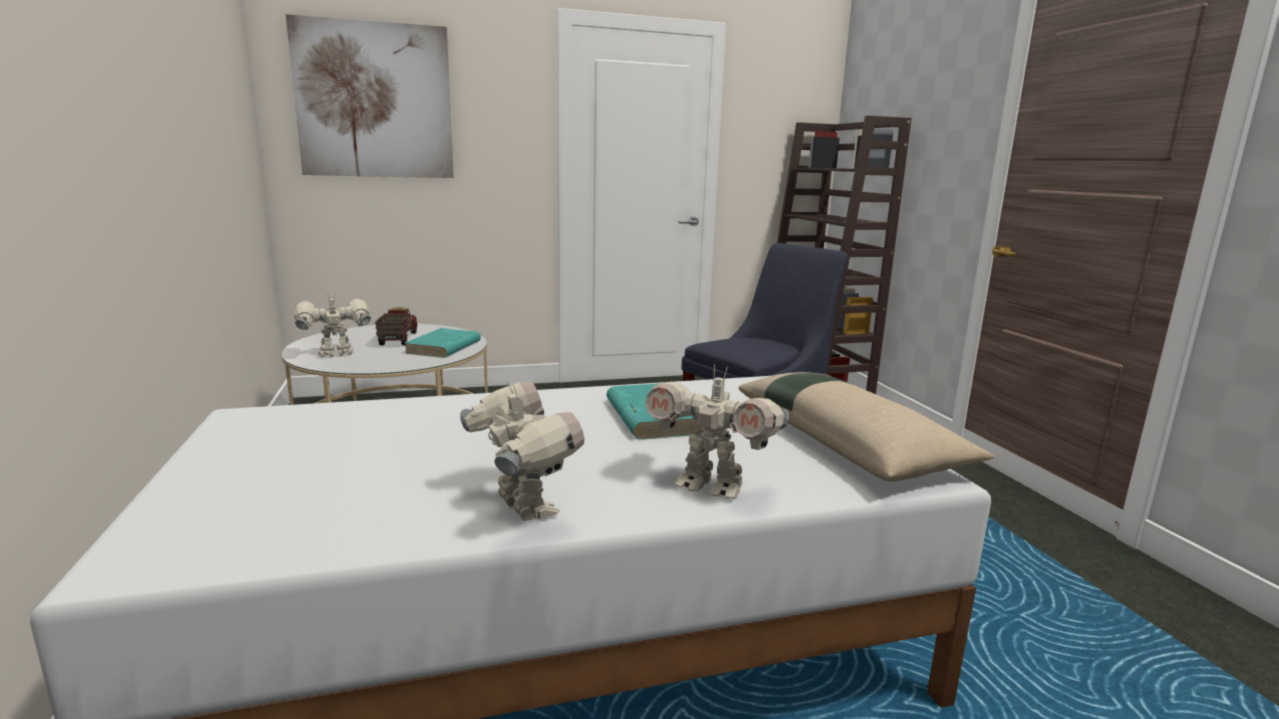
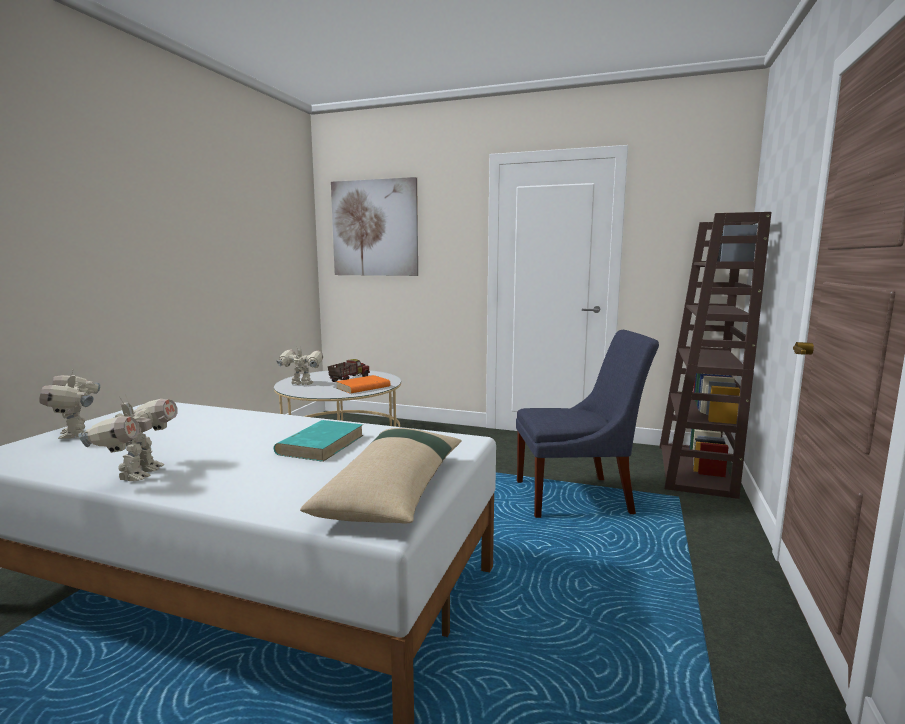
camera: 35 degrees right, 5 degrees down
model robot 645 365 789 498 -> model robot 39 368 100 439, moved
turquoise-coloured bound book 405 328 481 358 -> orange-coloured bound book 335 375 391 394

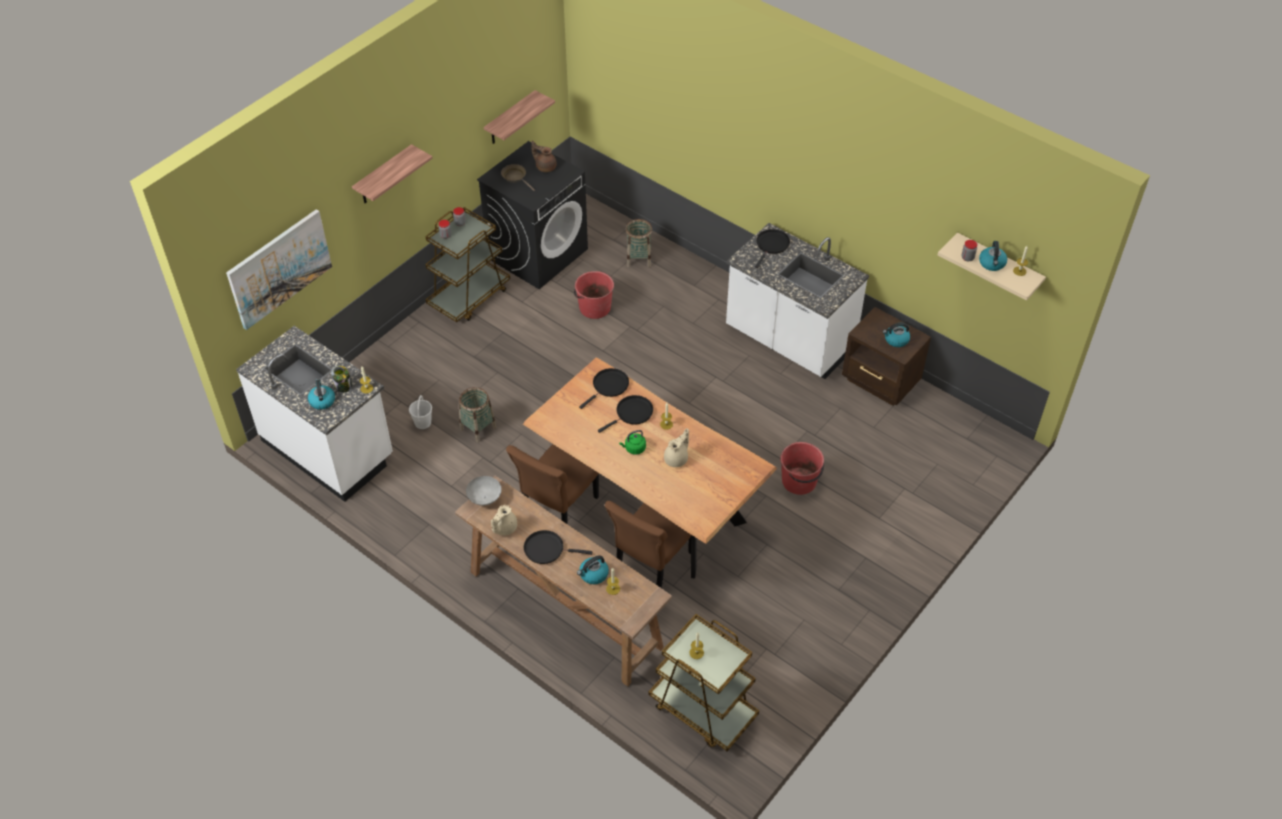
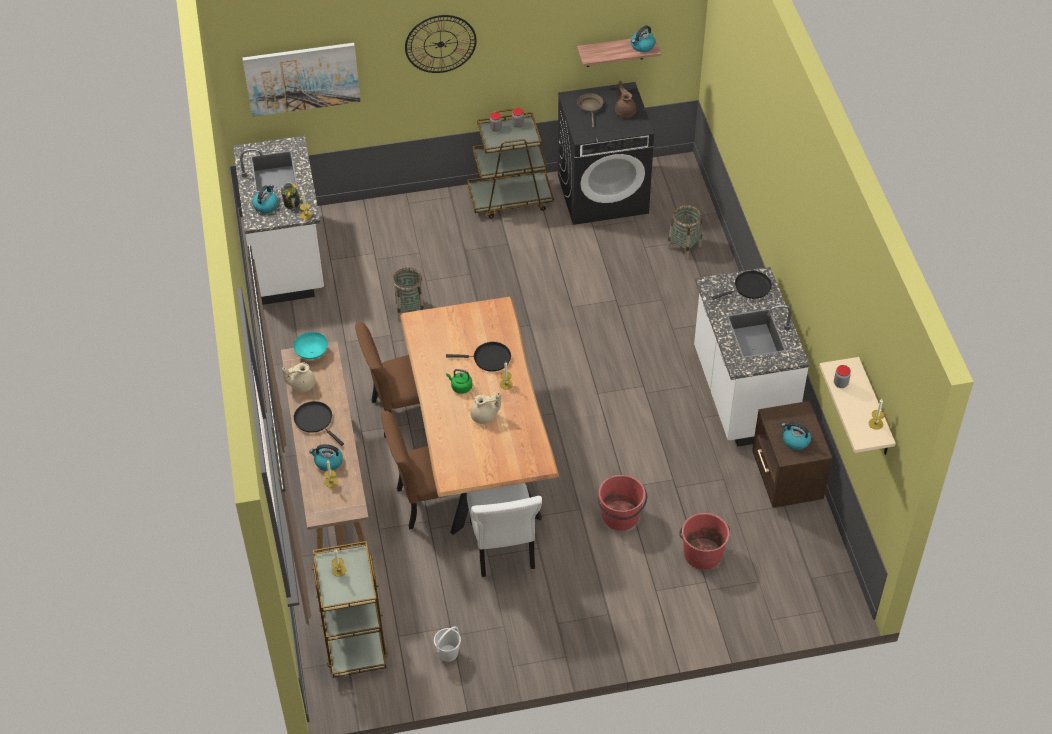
camera: 40 degrees right, 0 degrees up
black-coloured skillet 579 368 629 409 -> none
none -> whitish upright chair 467 483 542 577
whitish water bucket 409 395 432 429 -> whitish water bucket 434 627 461 662, moved
red-coloured water bucket 574 271 614 319 -> red-coloured water bucket 679 513 730 570, moved
water kettle 979 241 1007 271 -> water kettle 631 25 655 52, moved
bracket shelf 352 144 432 203 -> hanging clock 405 15 477 73
greyish deep dish 466 476 502 506 -> turquoise-coloured deep dish 294 332 328 360

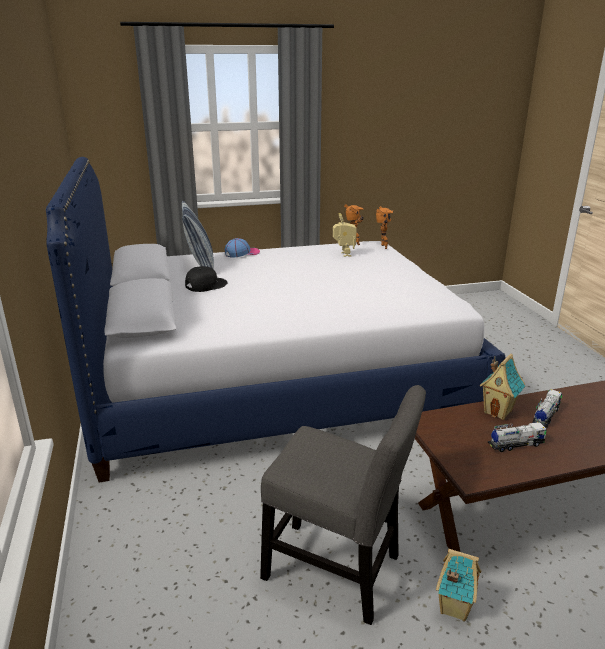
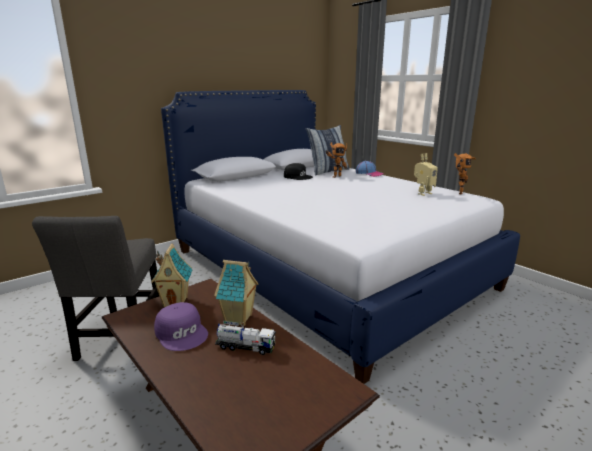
camera: 65 degrees right, 5 degrees down
model robot 376 206 393 249 -> model robot 326 142 347 178, moved
model house 436 549 481 622 -> model house 151 244 193 307, moved
toy lorry 488 422 546 452 -> purplish cap 154 302 208 351

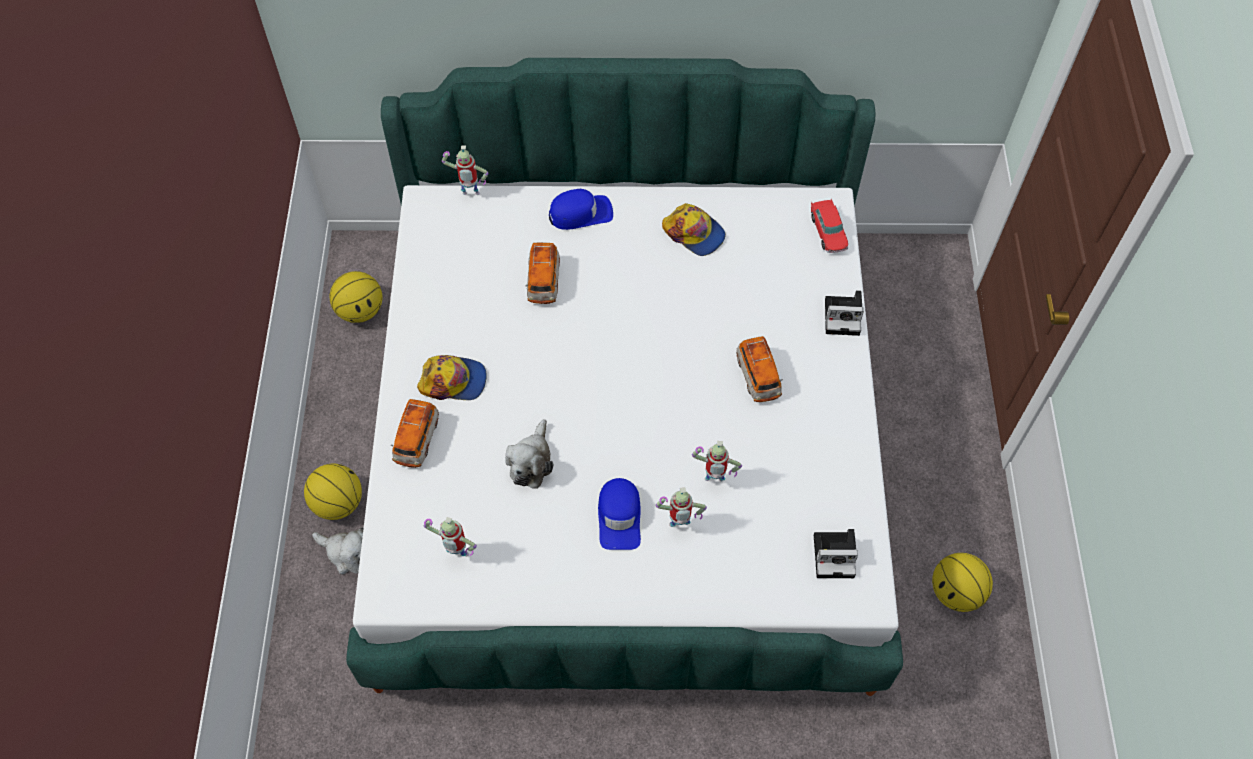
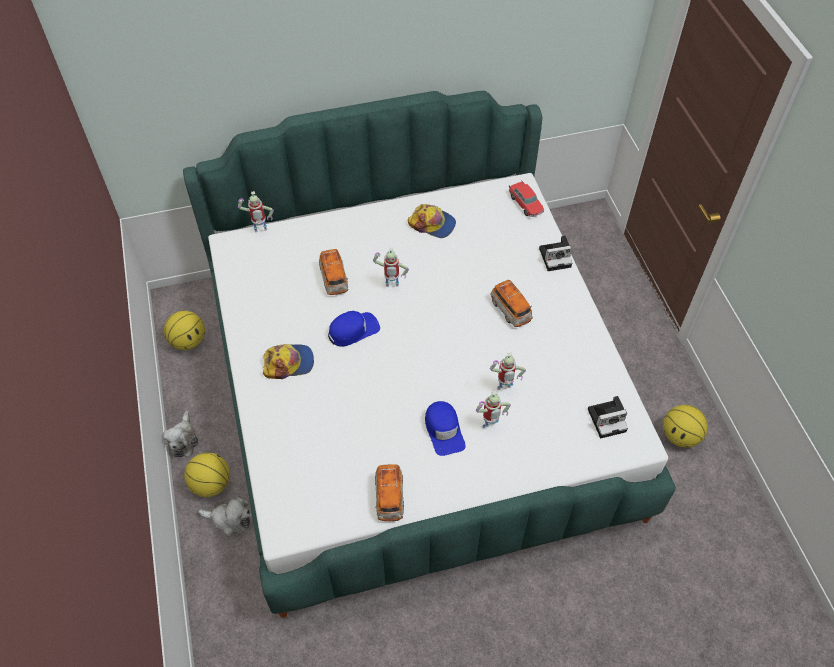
camera: 15 degrees left, 5 degrees down
miniature car 391 399 439 468 -> miniature car 375 464 404 521, moved
model robot 424 517 477 557 -> model robot 373 248 409 287, moved
cuddly toy 505 419 554 489 -> cuddly toy 163 410 199 457, moved
blue cap 549 189 613 230 -> blue cap 328 311 380 346, moved

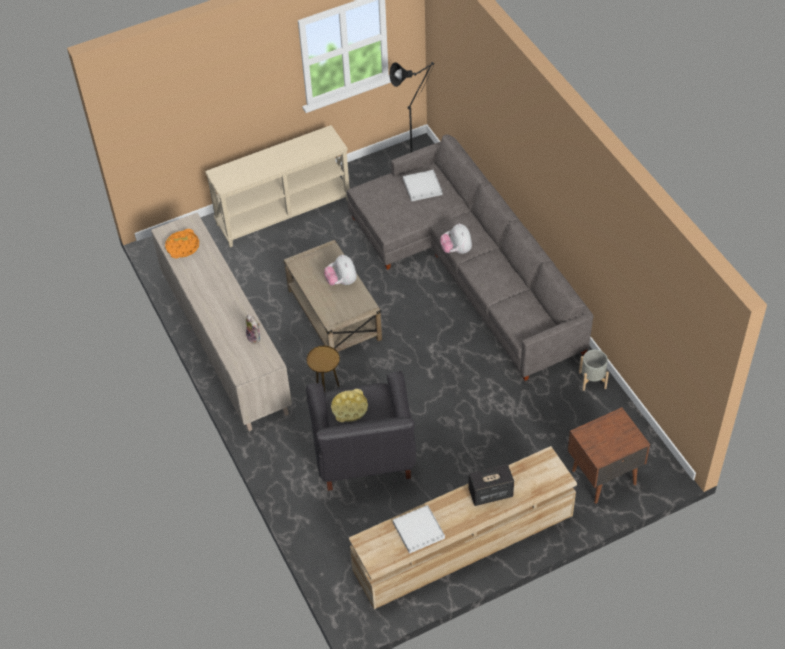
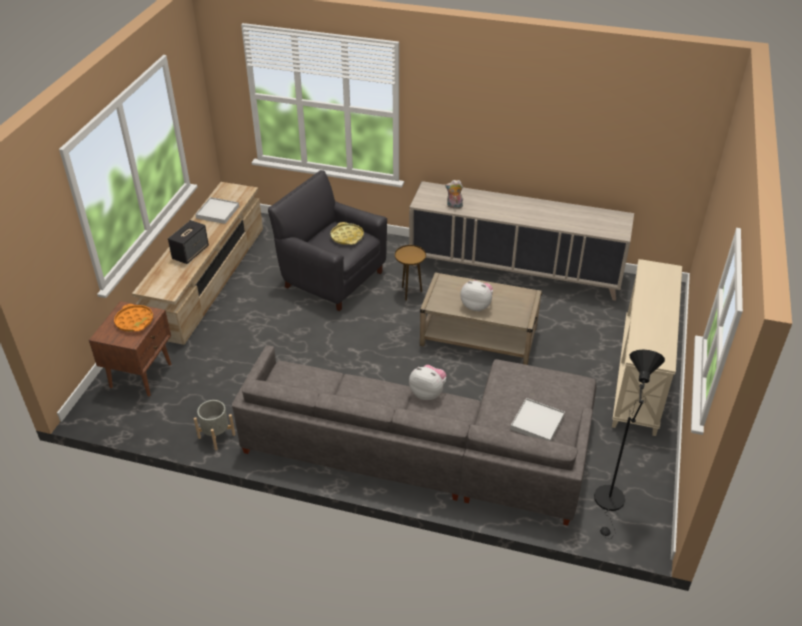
camera: 130 degrees right, 10 degrees down
orange-coloured carrying tray 165 229 199 258 -> orange-coloured carrying tray 114 304 153 332, moved

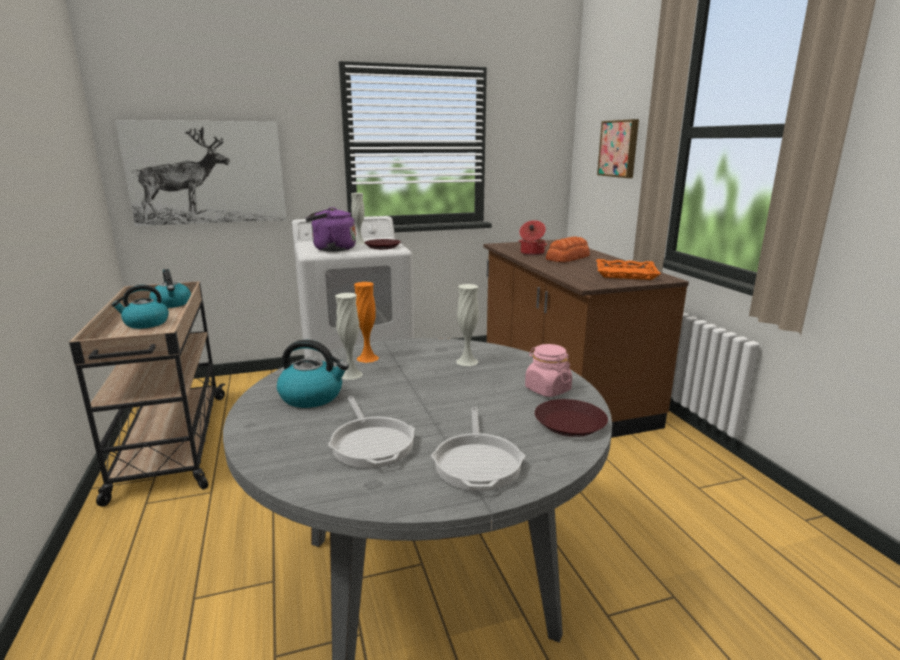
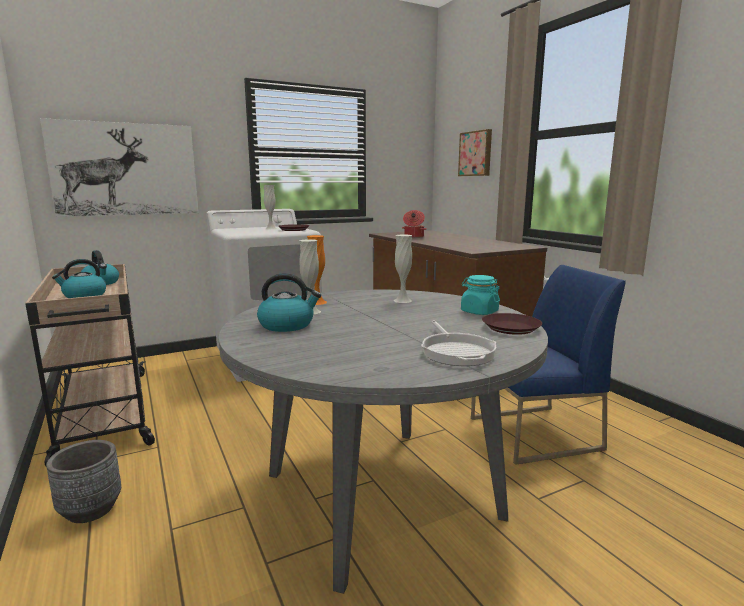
camera: 10 degrees left, 5 degrees down
purplish water kettle 305 207 356 252 -> none
skillet 328 396 415 469 -> none
bread 546 236 590 262 -> none
orange-coloured carrying tray 596 259 661 280 -> none
none -> greyish flower pot 46 440 121 523
none -> blue upright chair 471 265 626 465
pinkish storage jar 525 344 572 397 -> turquoise-coloured storage jar 461 275 500 315

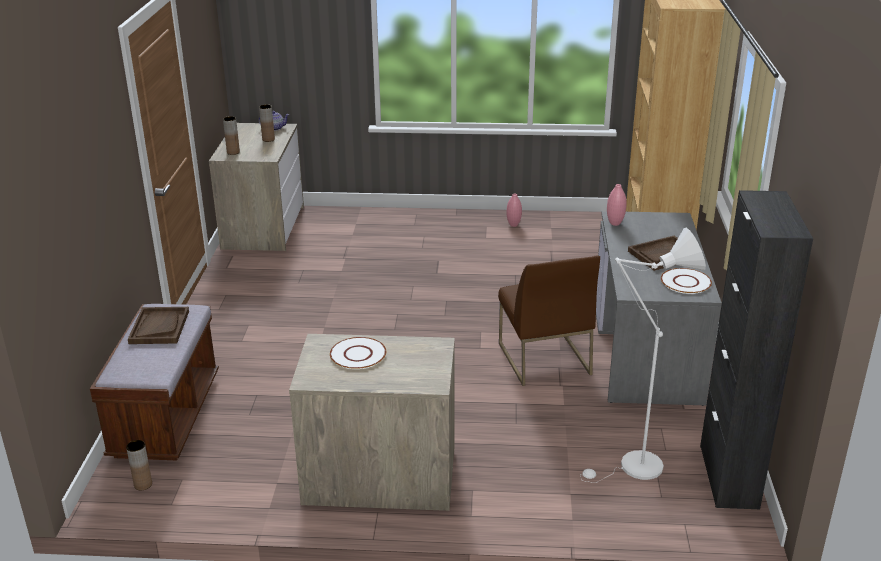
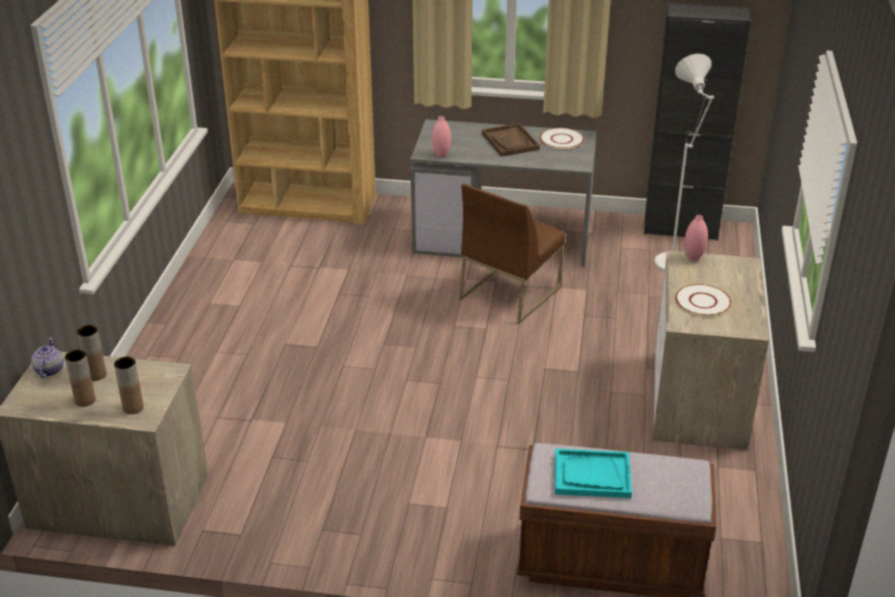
camera: 85 degrees left, 5 degrees up
brownish flower vase 126 440 152 490 -> brownish flower vase 65 349 96 407, moved
pinkish flower vase 506 193 522 227 -> pinkish flower vase 684 215 708 261, moved
brownish carrying tray 128 307 189 344 -> turquoise-coloured carrying tray 555 449 632 498
brownish upright chair 498 255 600 386 -> brownish upright chair 459 184 565 324, 135 degrees clockwise

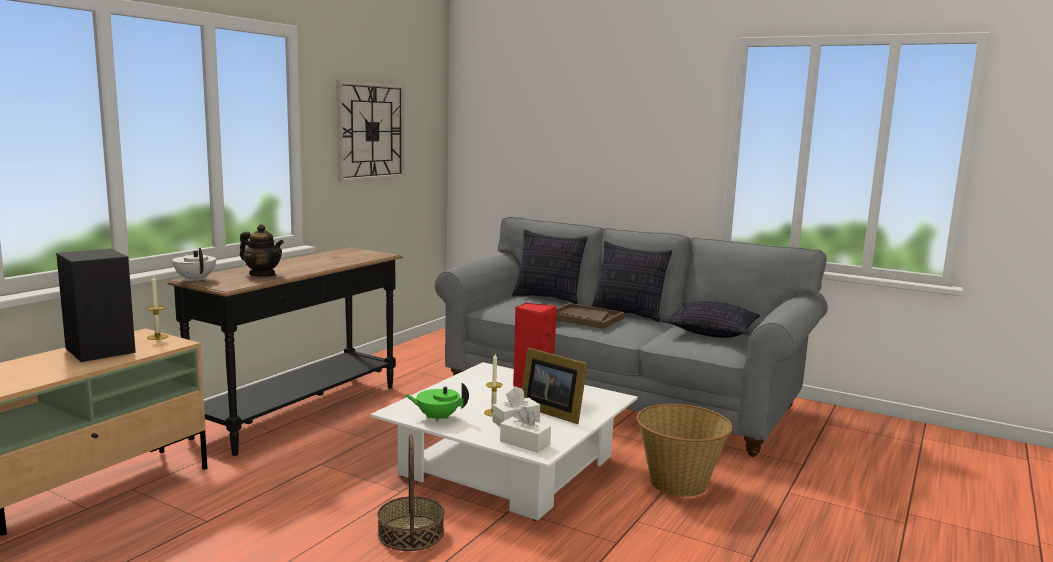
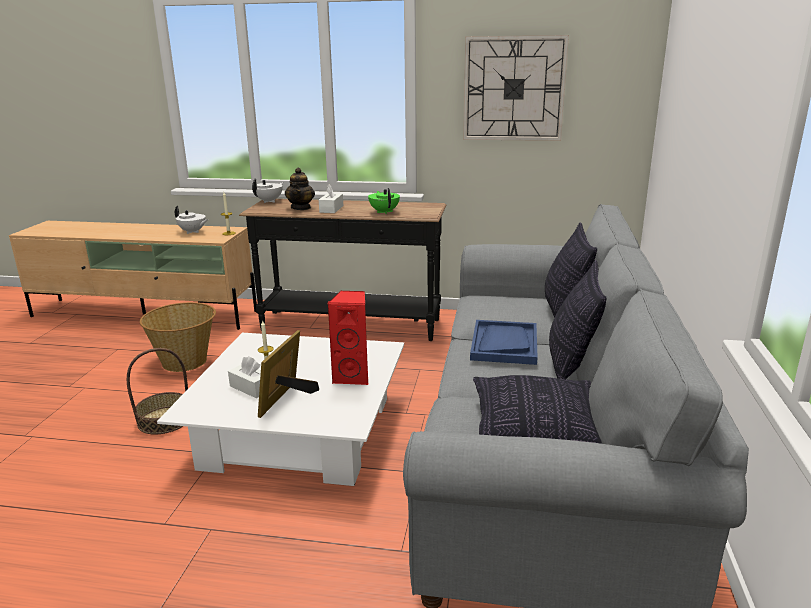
camera: 70 degrees right, 10 degrees up
green pot for tea 405 383 469 422 -> green pot for tea 368 188 400 214, moved
whitish box of tissues 500 407 551 453 -> whitish box of tissues 319 184 343 213, moved
storage basket 637 404 733 497 -> storage basket 140 302 216 372, moved
black-coloured audio speaker 56 248 136 362 -> whitish pot for tea 175 206 209 234
brownish carrying tray 556 303 625 329 -> blue carrying tray 470 320 537 365

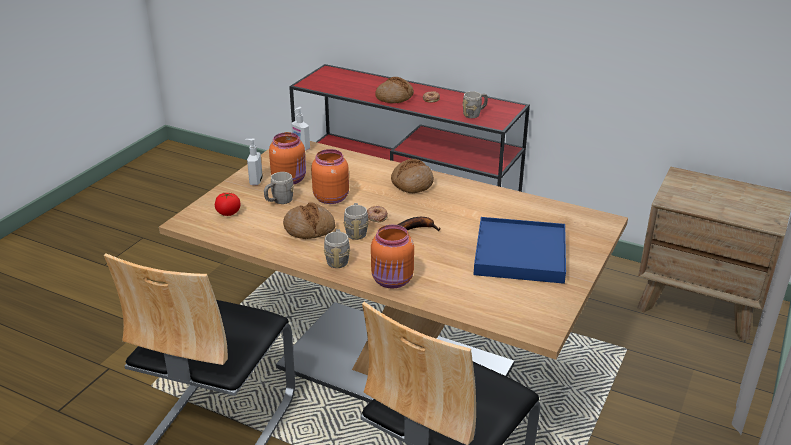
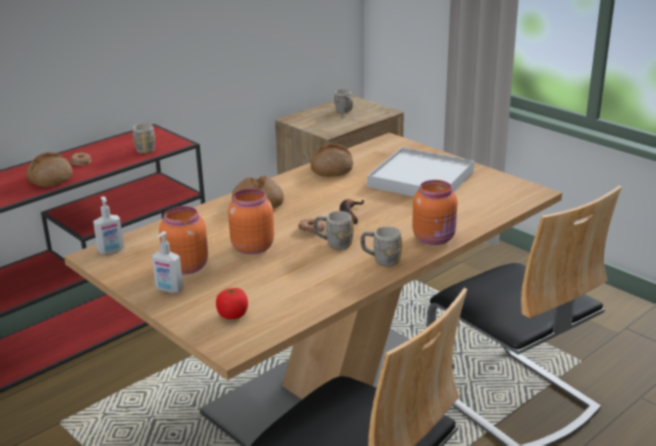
camera: 70 degrees left, 5 degrees down
greyish mug 264 172 294 204 -> greyish mug 334 89 353 113, moved
bread 283 203 335 239 -> bread 310 143 353 177, moved
blue carrying tray 474 217 566 284 -> whitish carrying tray 367 147 474 197

